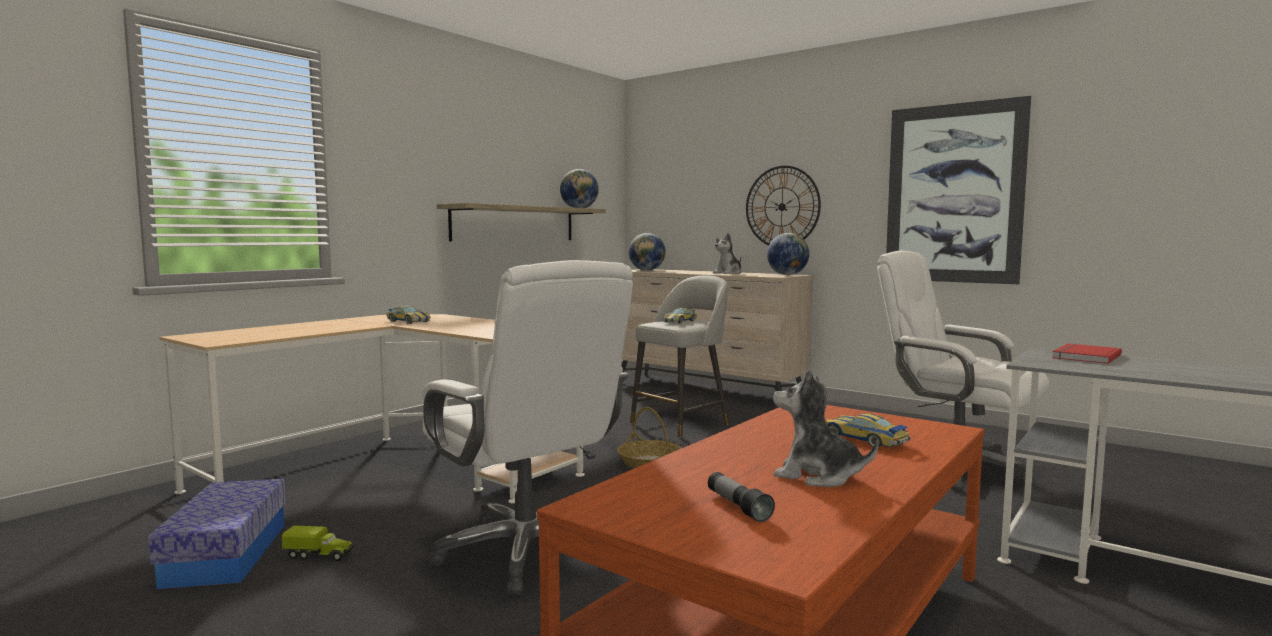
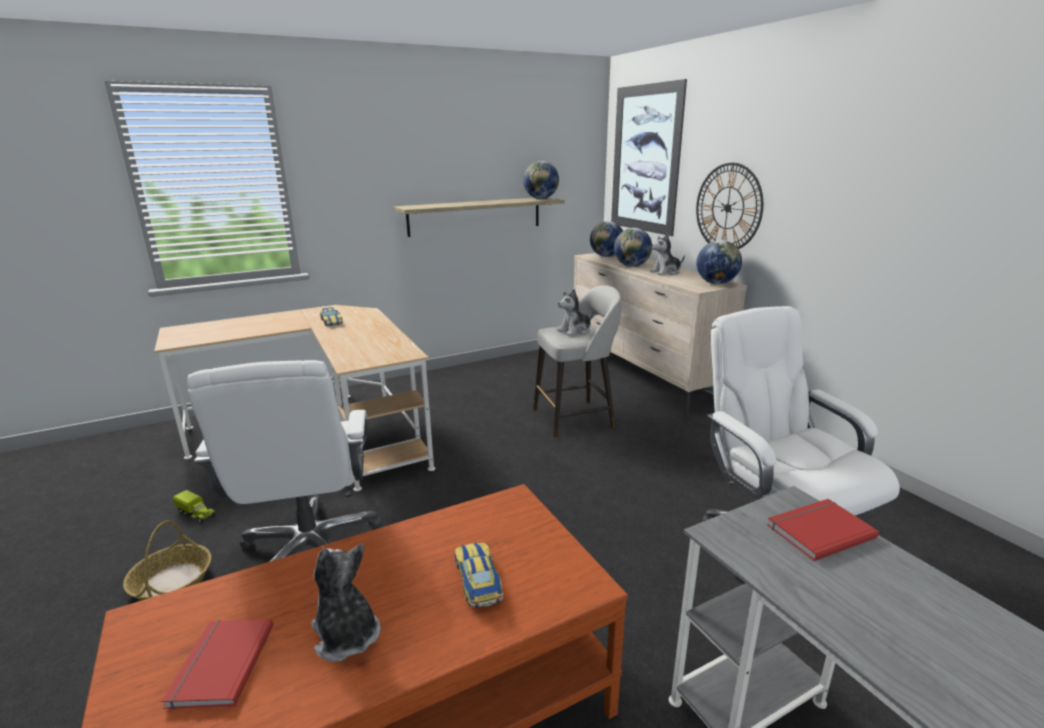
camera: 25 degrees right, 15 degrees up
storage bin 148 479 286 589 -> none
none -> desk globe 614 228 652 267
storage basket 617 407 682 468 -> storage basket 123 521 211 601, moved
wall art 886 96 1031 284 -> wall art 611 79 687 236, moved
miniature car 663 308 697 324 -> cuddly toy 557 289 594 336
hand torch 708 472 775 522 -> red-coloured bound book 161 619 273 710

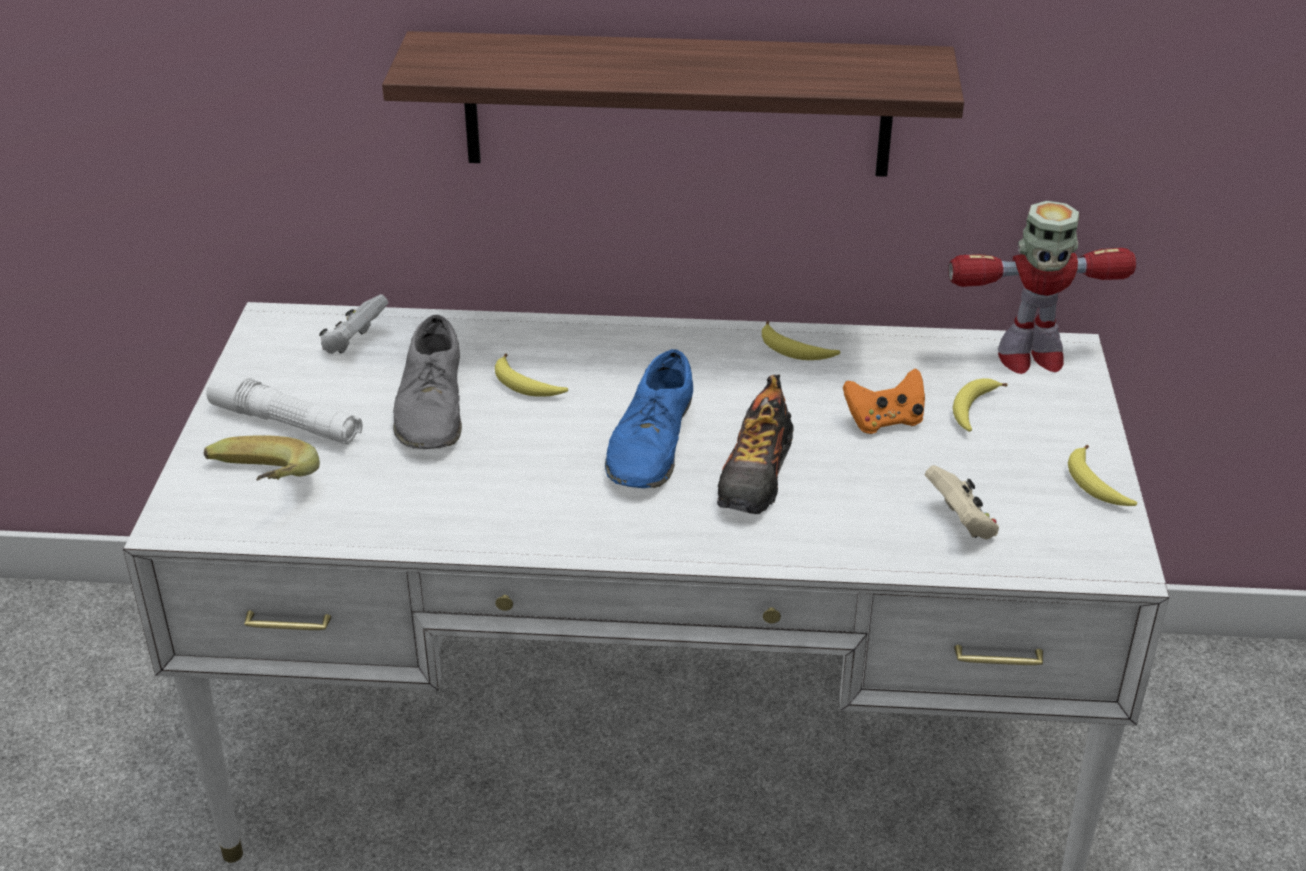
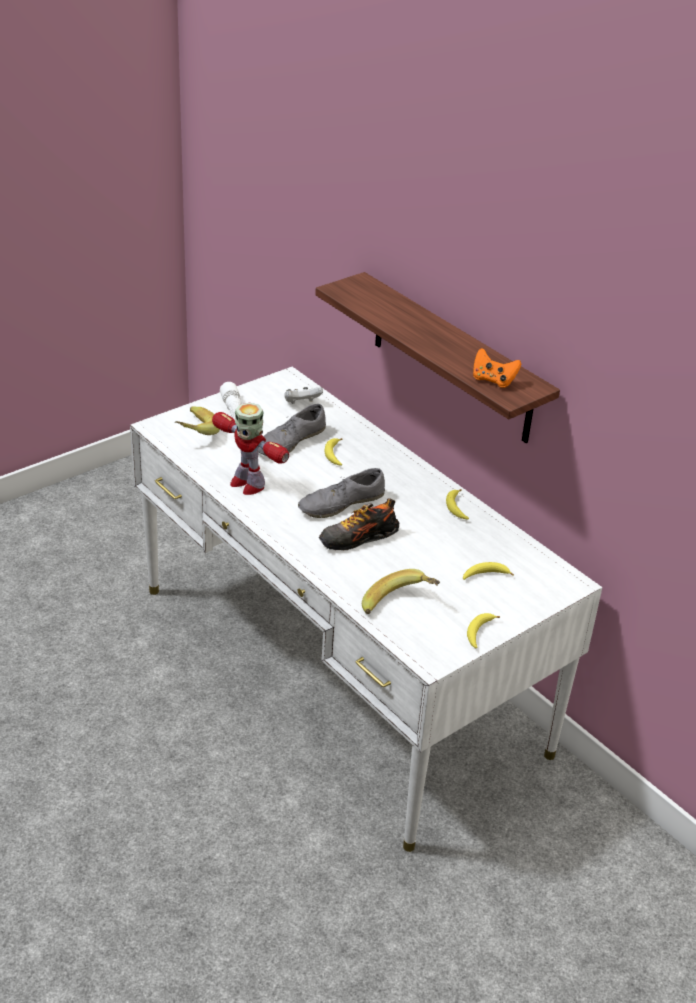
camera: 45 degrees right, 0 degrees up
orange-coloured joypad 843 368 925 434 -> orange-coloured joypad 473 348 521 388, moved
model robot 948 201 1136 374 -> model robot 212 403 289 495, moved
sand-coloured joypad 925 465 999 540 -> whole banana 362 569 440 614
blue item of footwear 605 349 693 488 -> greyish item of footwear 298 468 385 518

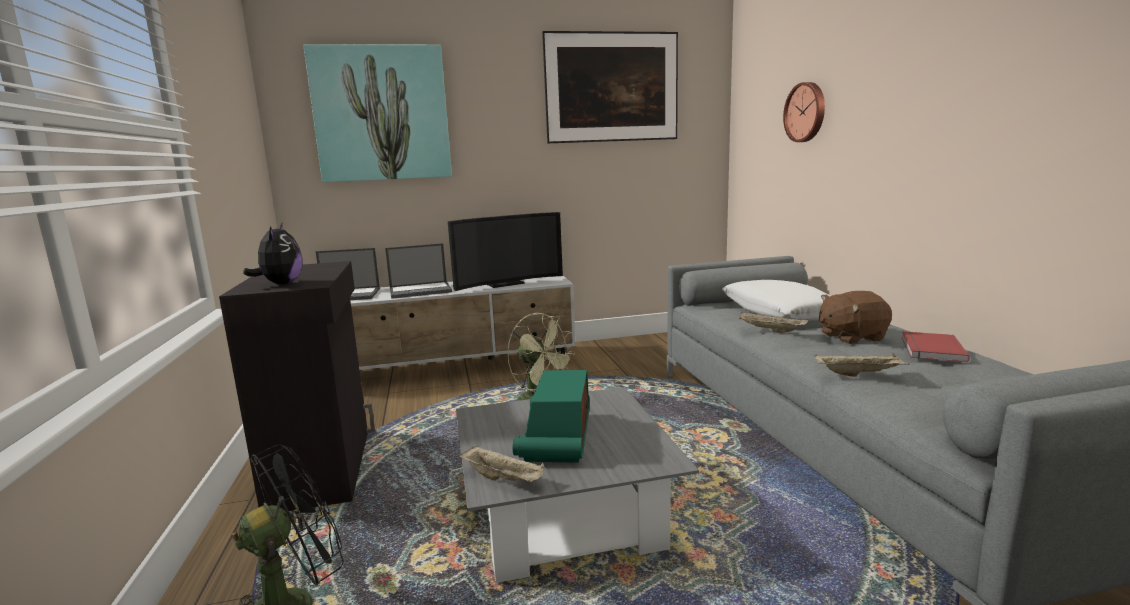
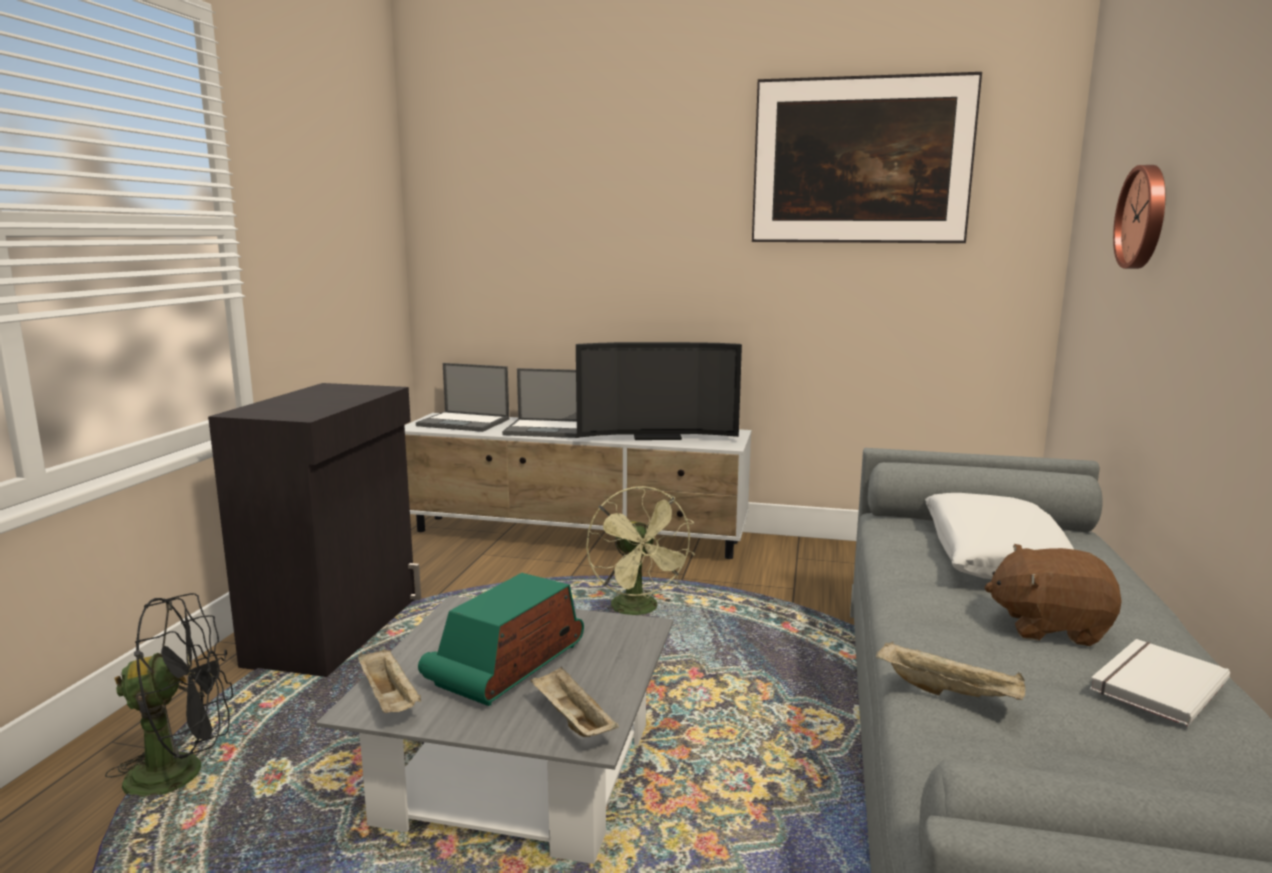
camera: 25 degrees right, 0 degrees up
cuddly toy 243 223 303 284 -> none
wall art 303 44 452 182 -> none
sand-coloured carrying tray 738 312 808 333 -> sand-coloured carrying tray 531 666 619 737, moved
red-coloured bound book 902 331 970 362 -> whitish bound book 1090 639 1230 726

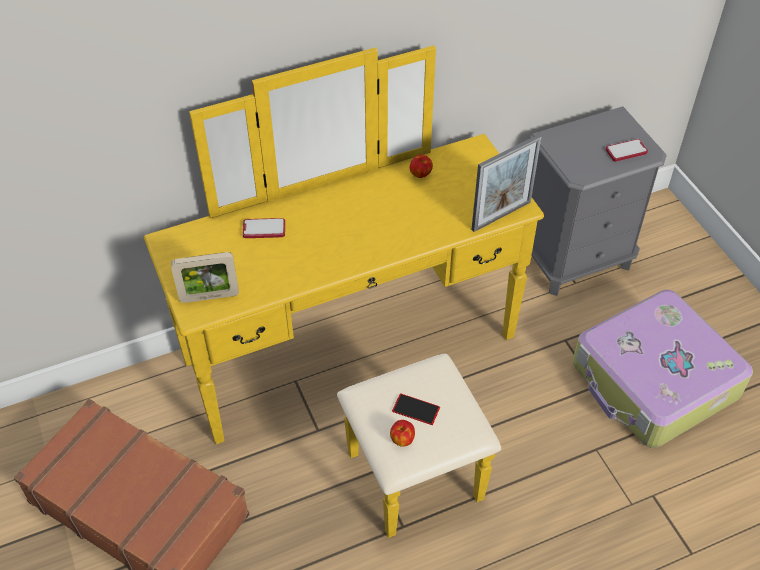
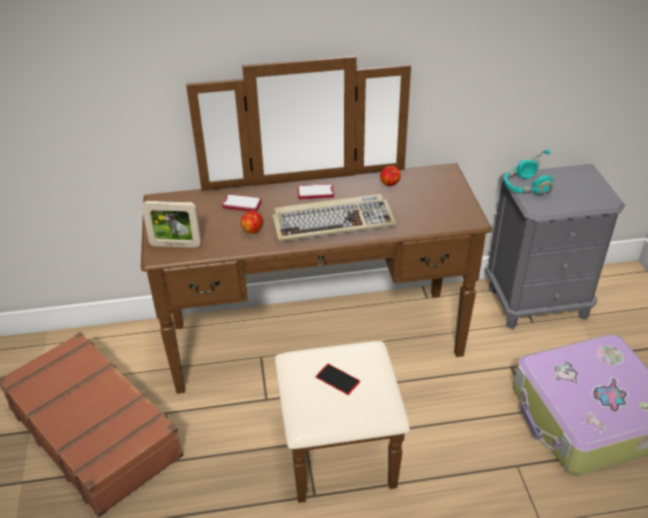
camera: 15 degrees right, 10 degrees down
picture frame 472 134 541 232 -> none
none -> PC keyboard 272 194 397 242
none -> turquoise-coloured pair of headphones 504 150 553 195
apple fruit 390 420 415 447 -> apple fruit 241 211 263 234, moved
telephone 606 139 648 162 -> telephone 298 184 334 199, moved
yellow chest of drawers 144 45 544 538 -> brownish chest of drawers 141 55 492 503

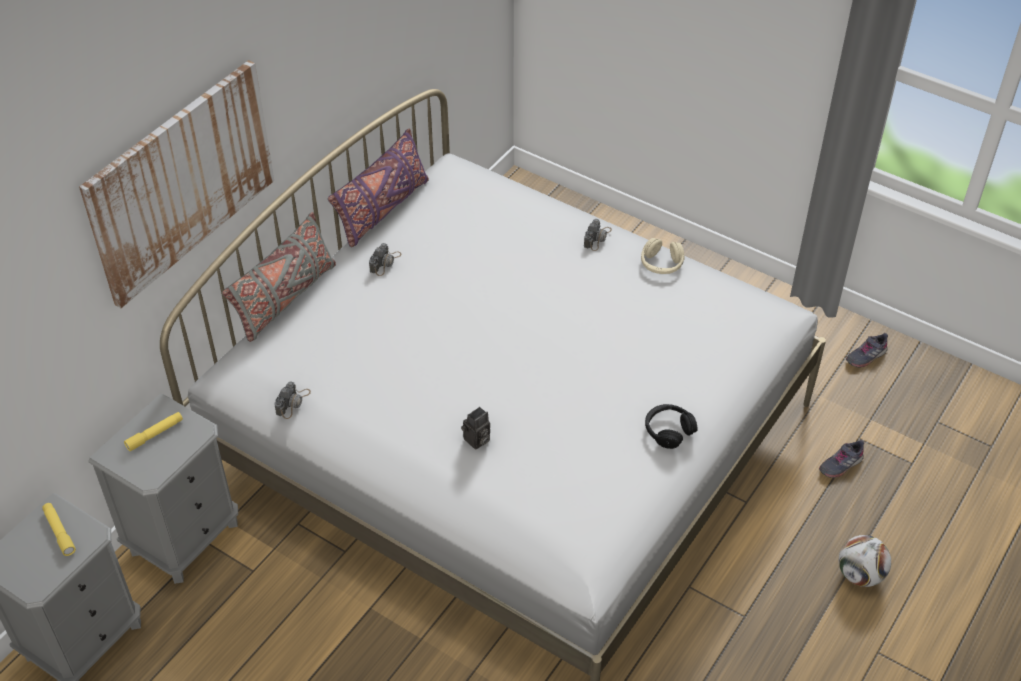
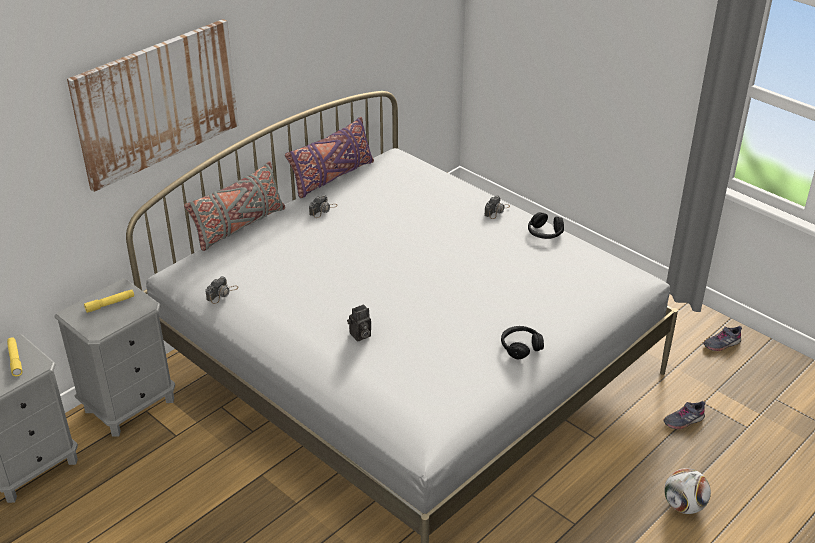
camera: 10 degrees right, 10 degrees down
sand-coloured pair of headphones 641 238 685 274 -> black-coloured pair of headphones 528 212 564 239

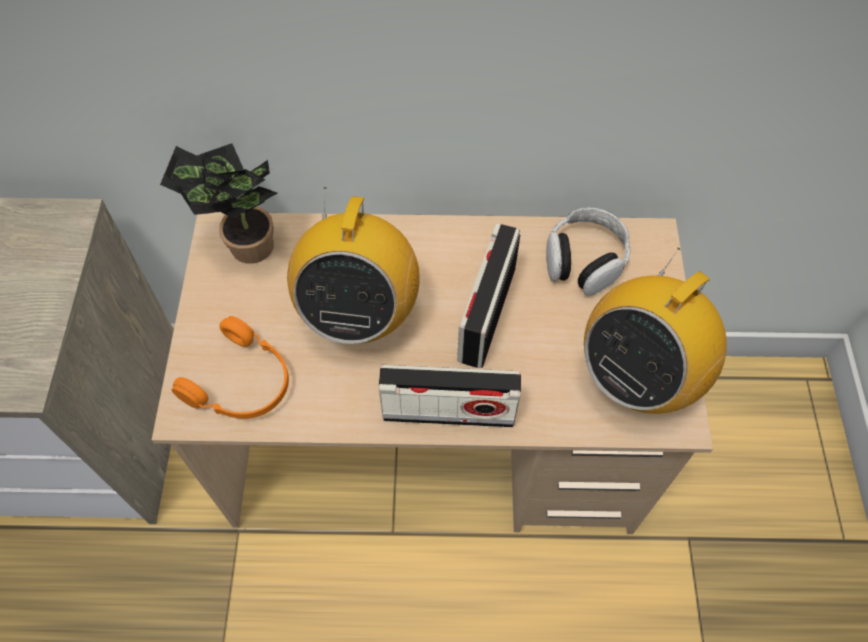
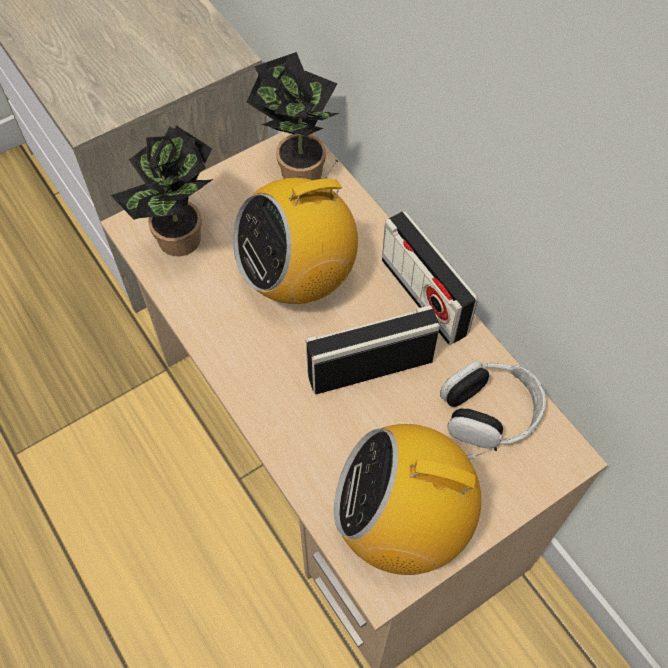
camera: 55 degrees right, 0 degrees up
radio set 379 365 521 428 -> radio set 382 211 478 345, moved
orange-coloured pair of headphones 172 316 289 419 -> plant in a pot 111 125 214 256

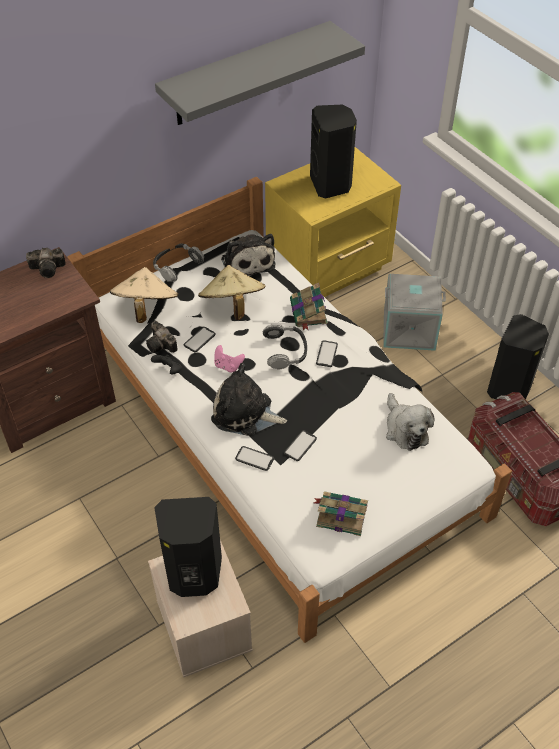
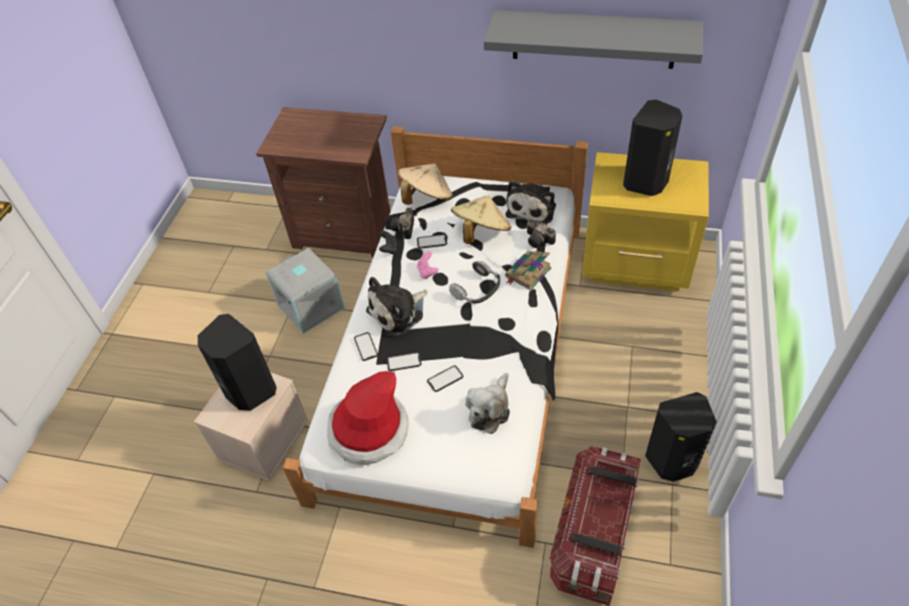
camera: 50 degrees right, 0 degrees up
pair of headphones 153 244 204 282 -> none
still camera 26 248 66 278 -> still camera 526 220 556 248, moved
telephone 316 340 338 367 -> telephone 427 365 464 392, moved
greyish storage bin 383 274 446 351 -> greyish storage bin 266 248 345 334, moved
bound book 313 491 368 536 -> clothing hat 327 371 409 465
cuddly toy 211 363 287 436 -> cuddly toy 366 277 427 336, 105 degrees counterclockwise

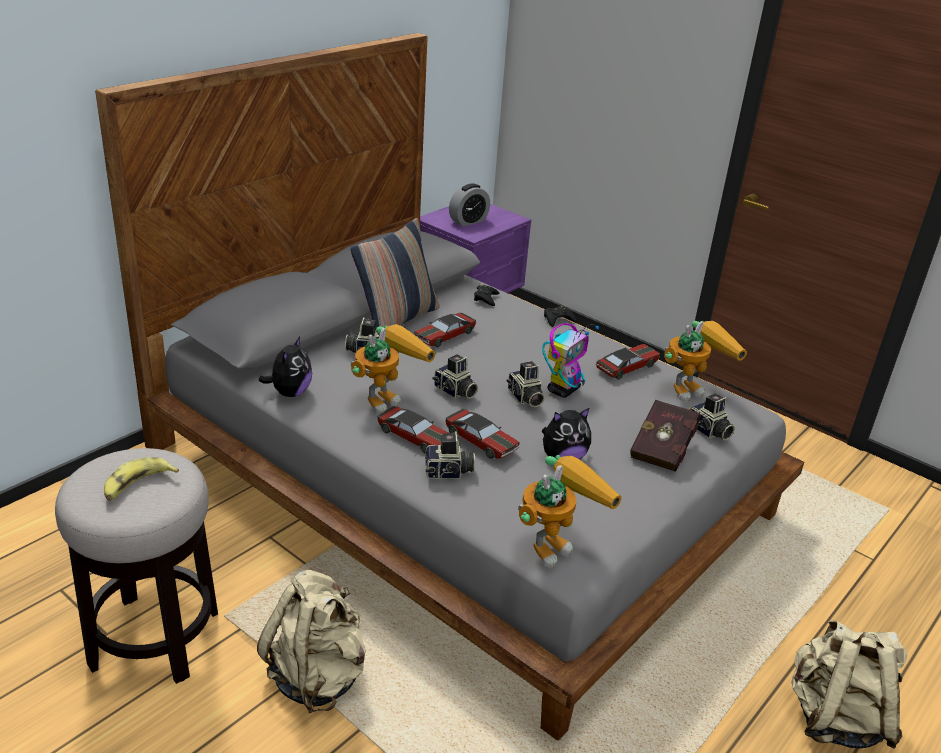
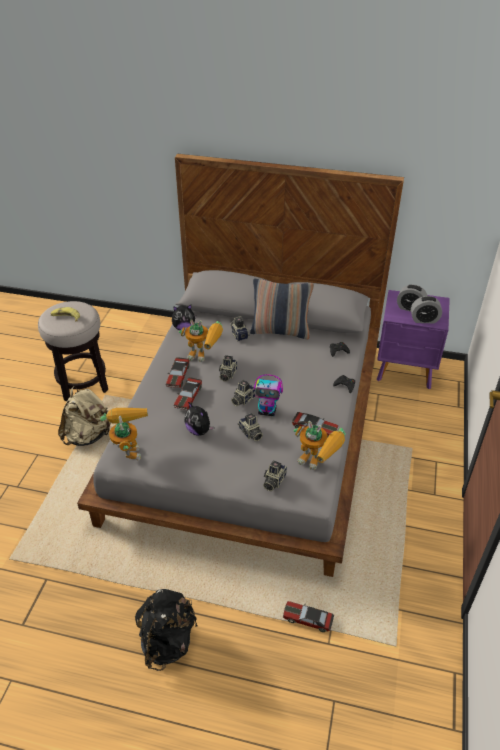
camera: 65 degrees right, 10 degrees up
red-coloured bound book 630 400 701 472 -> none
none -> table clock 411 296 442 323
miniature car 414 313 476 347 -> miniature car 283 601 334 632, moved
still camera 425 431 475 479 -> still camera 238 413 263 441, moved
sand-coloured rucksack 792 621 907 749 -> black-coloured rucksack 135 589 197 671
model robot 518 455 622 568 -> model robot 100 408 148 461, 120 degrees counterclockwise

